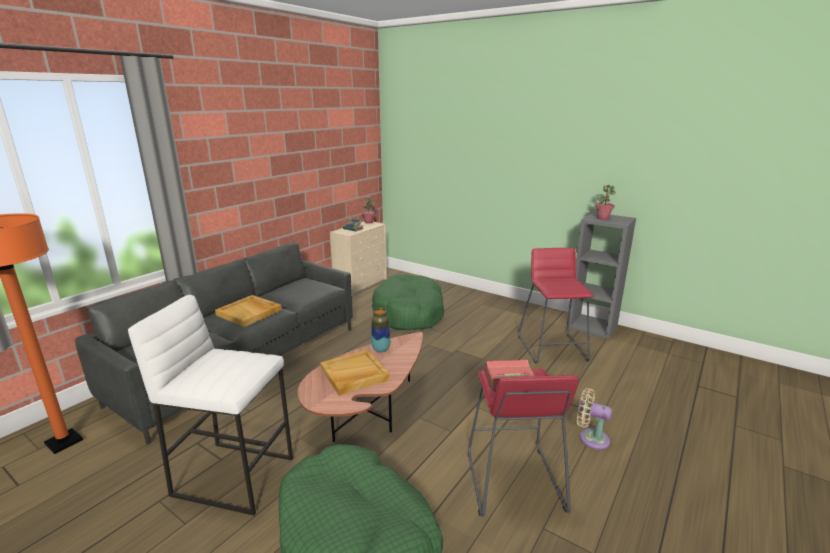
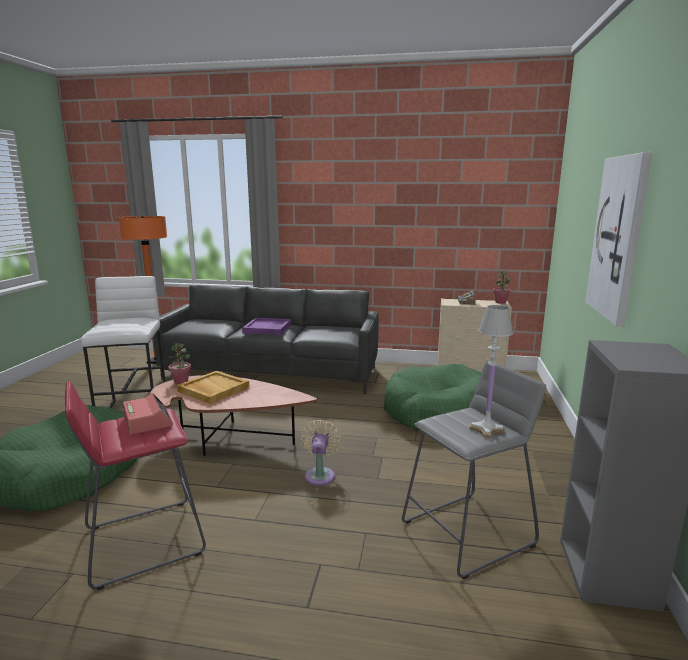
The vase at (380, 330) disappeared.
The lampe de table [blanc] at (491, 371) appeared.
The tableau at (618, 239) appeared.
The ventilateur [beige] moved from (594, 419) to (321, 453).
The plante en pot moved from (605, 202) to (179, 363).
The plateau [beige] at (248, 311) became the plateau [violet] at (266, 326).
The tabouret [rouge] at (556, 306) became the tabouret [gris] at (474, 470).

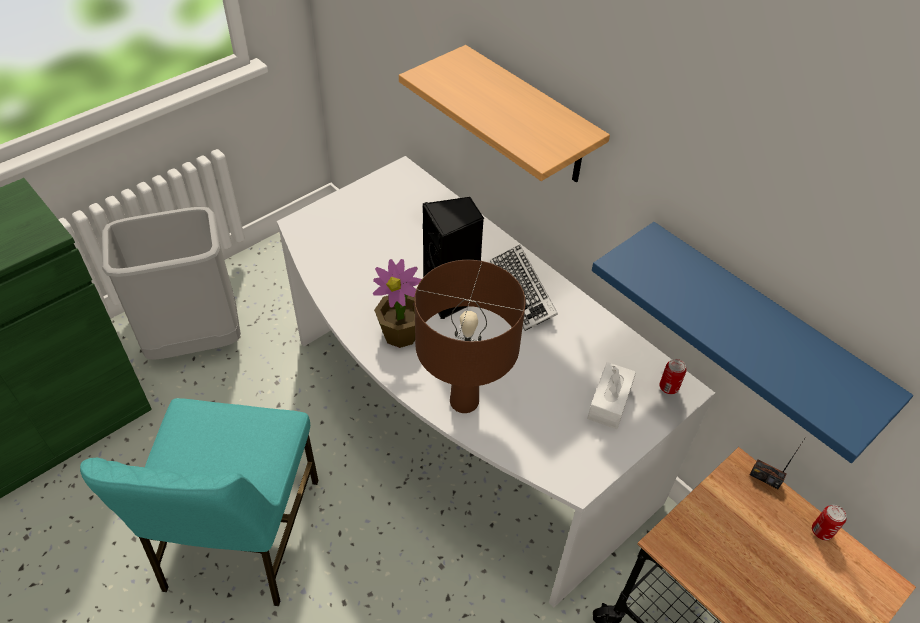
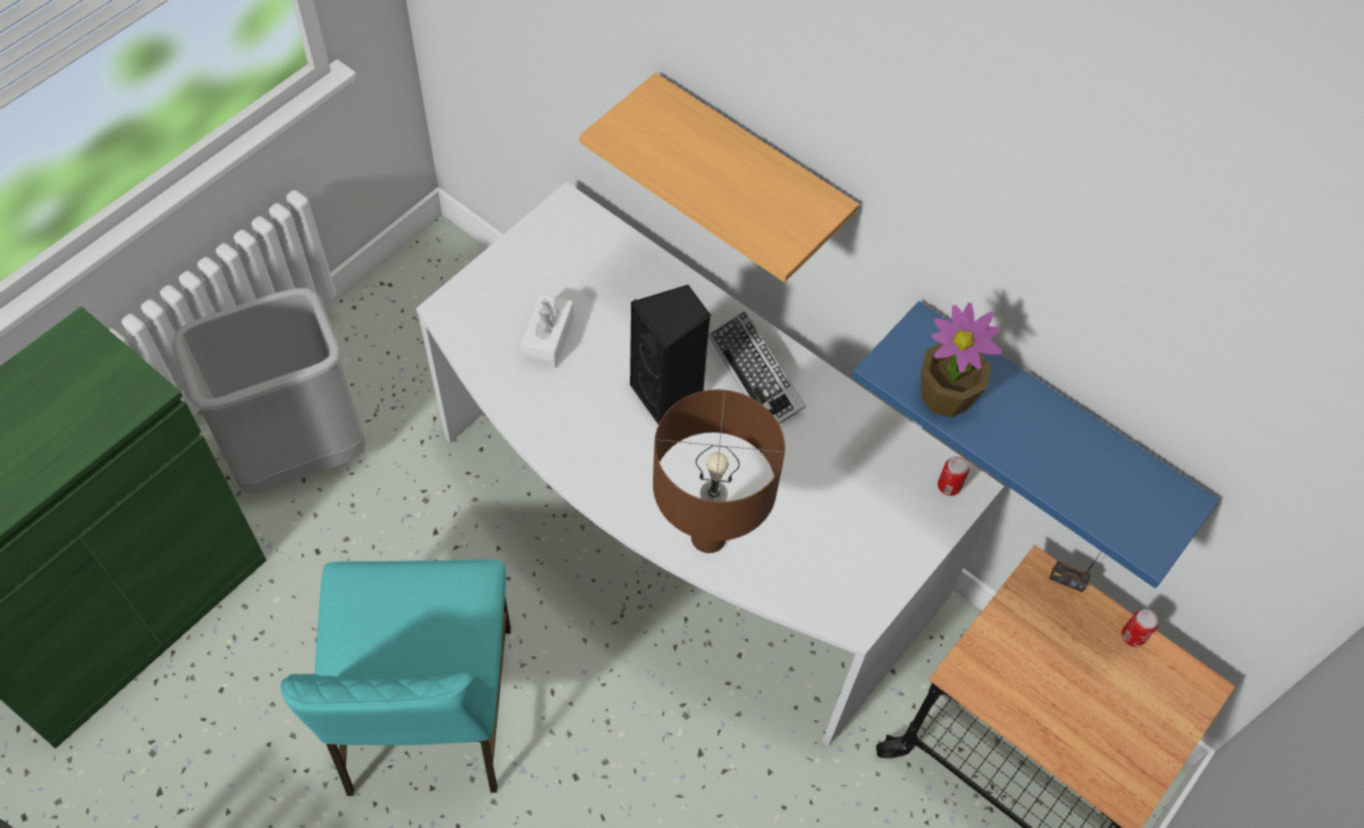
The plante en pot moved from (397, 303) to (961, 360).
The boîte à mouchoirs [blanc] moved from (611, 395) to (547, 331).

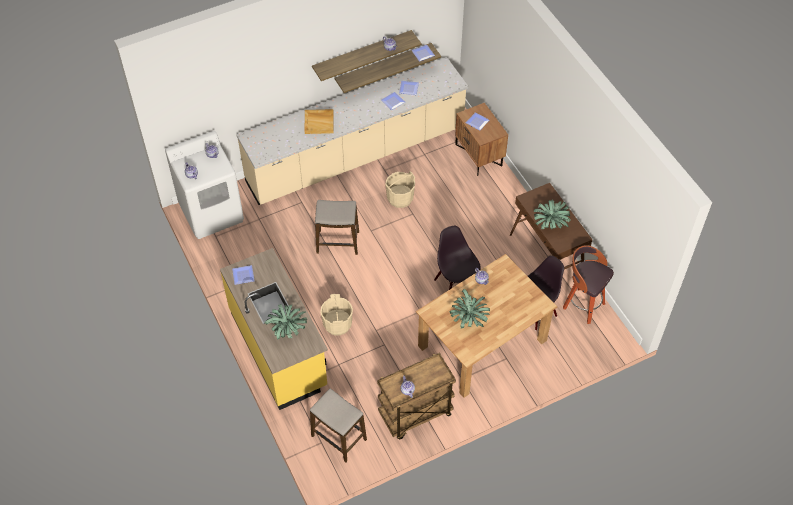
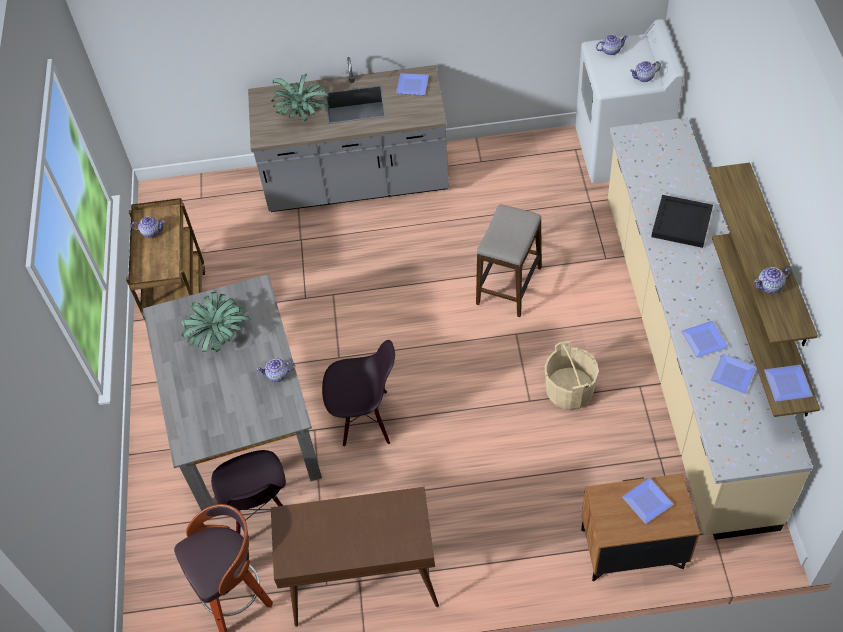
The tabouret at (338, 425) disappeared.
The seau [beige] at (336, 314) disappeared.
The plante en pot at (552, 214) disappeared.
The comptoir de cuisine [jaune] at (274, 329) became the comptoir de cuisine [gris] at (348, 134).
The plateau [beige] at (319, 121) became the plateau [noir] at (682, 221).
The table à manger [marron] at (486, 326) became the table à manger [gris] at (232, 392).

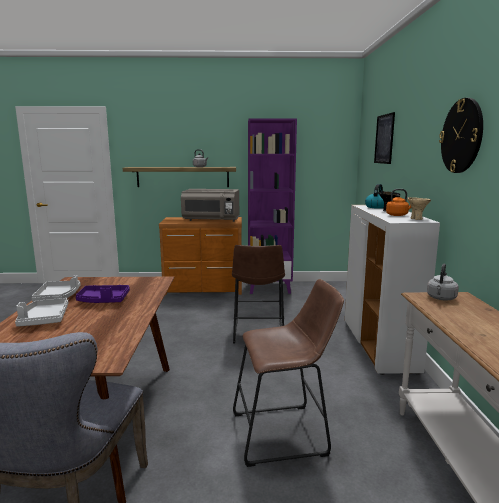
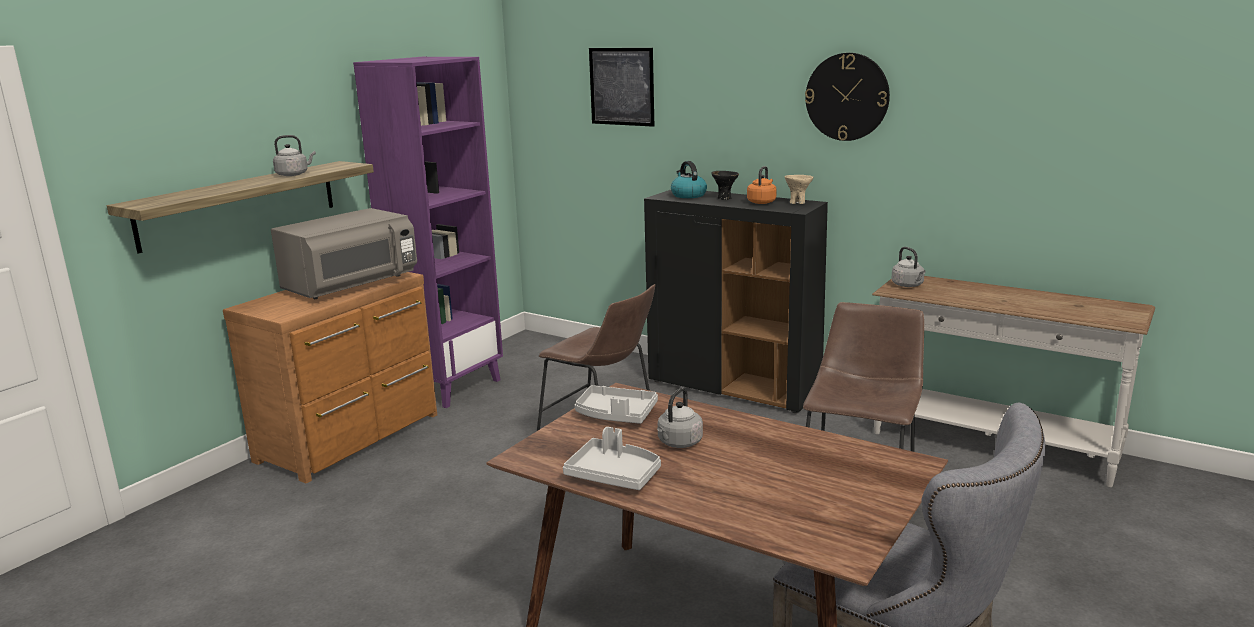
The plateau [gris] moved from (41, 312) to (616, 404).
The plateau [violet] at (103, 294) was replaced by the bouilloire [gris] at (680, 418).
The meuble de rangement [blanc] at (392, 290) became the meuble de rangement [noir] at (736, 301).

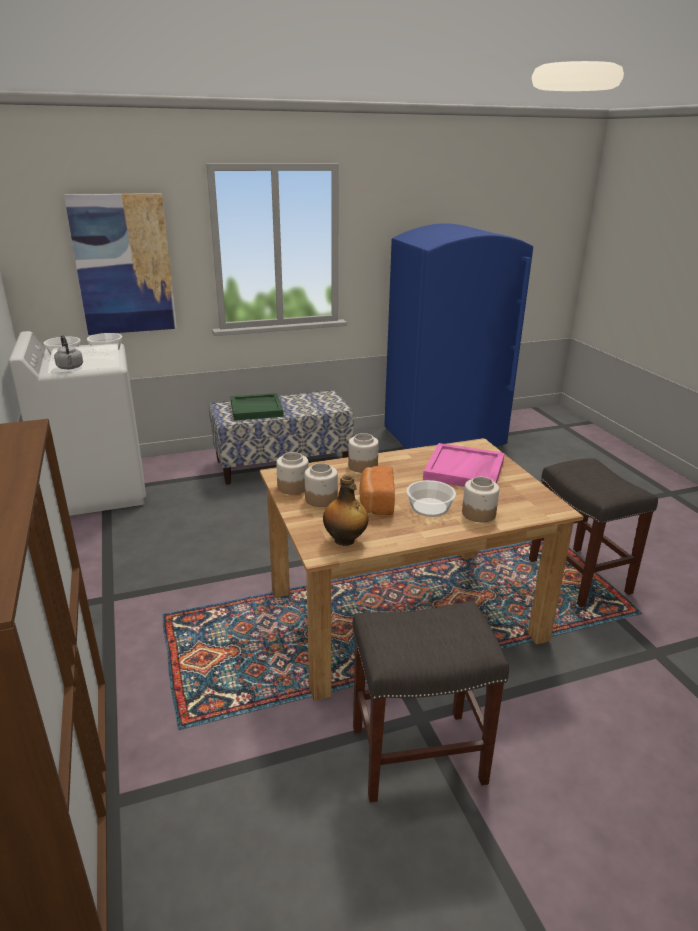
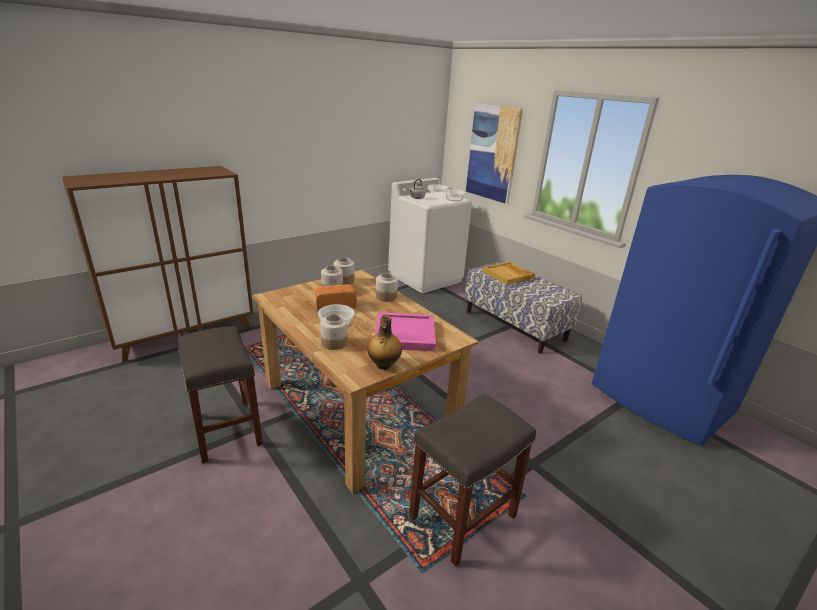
The bouteille moved from (345, 510) to (384, 343).
The plateau [vert] at (257, 406) became the plateau [beige] at (508, 273).

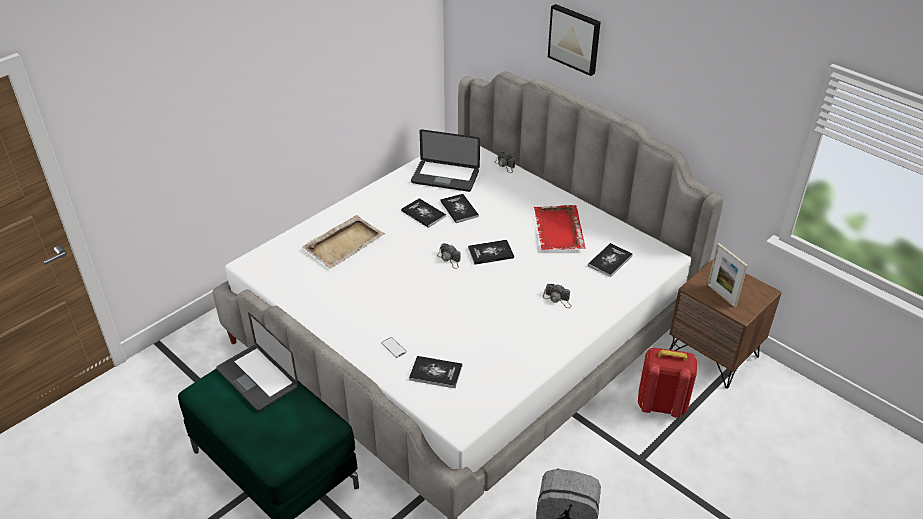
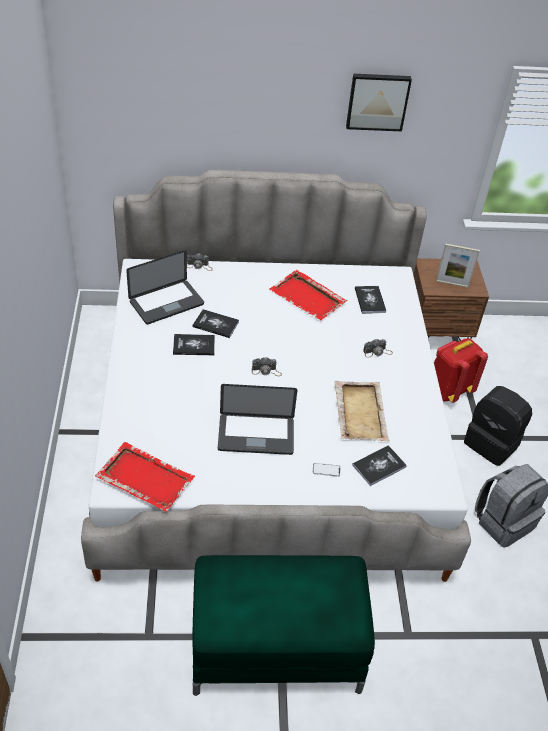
The livre at (491, 252) disappeared.
The plateau [rouge] at (145, 477) appeared.
The sac à dos [noir] at (498, 426) appeared.
The ordinateur portable moved from (257, 362) to (257, 419).
The plateau [beige] moved from (343, 242) to (362, 411).
The tableau moved from (574, 40) to (379, 102).

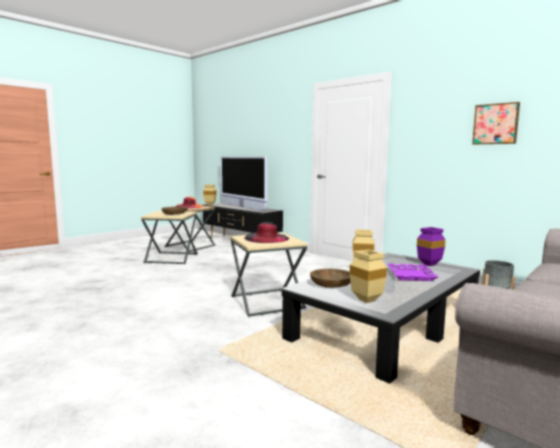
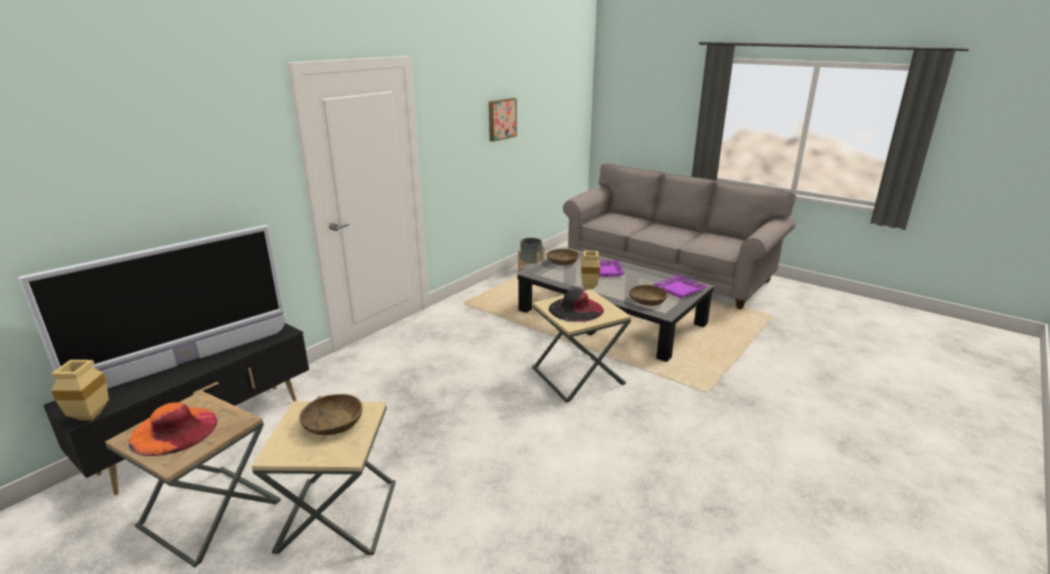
The vase [beige] at (368, 276) was replaced by the plateau [violet] at (680, 286).
The vase [violet] at (431, 246) was replaced by the bol [marron] at (563, 257).

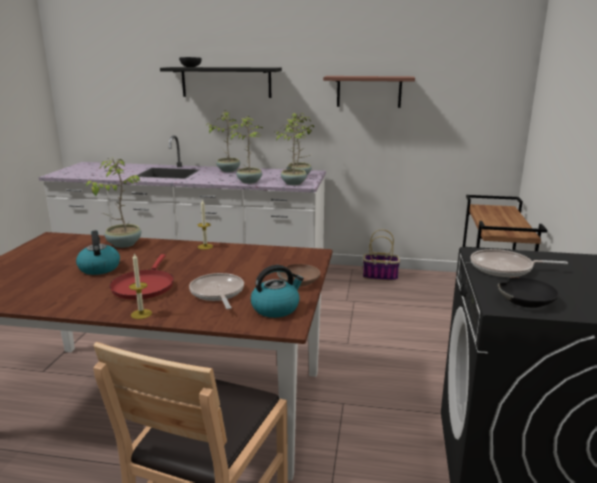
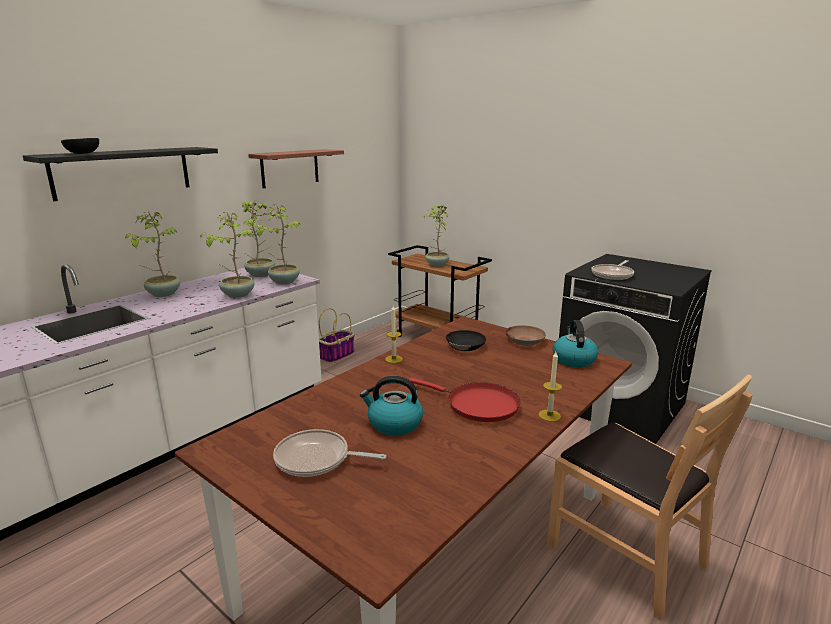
The plante en pot moved from (113, 202) to (435, 236).
The poêle moved from (216, 291) to (329, 453).
The bol [noir] moved from (528, 292) to (466, 340).

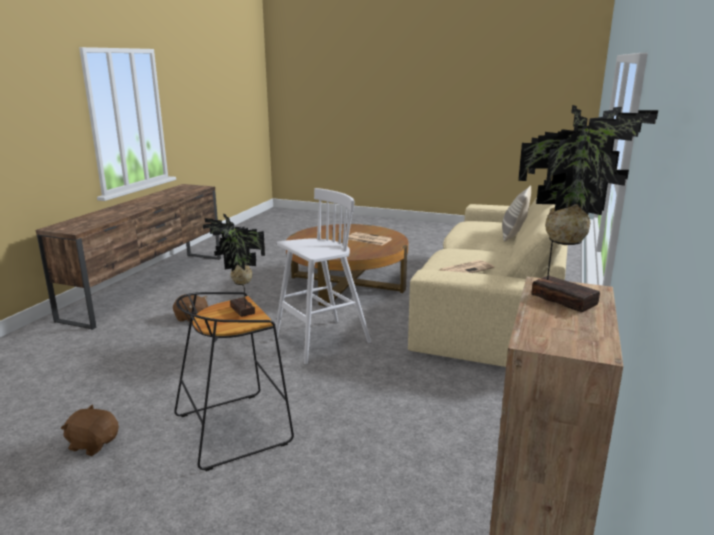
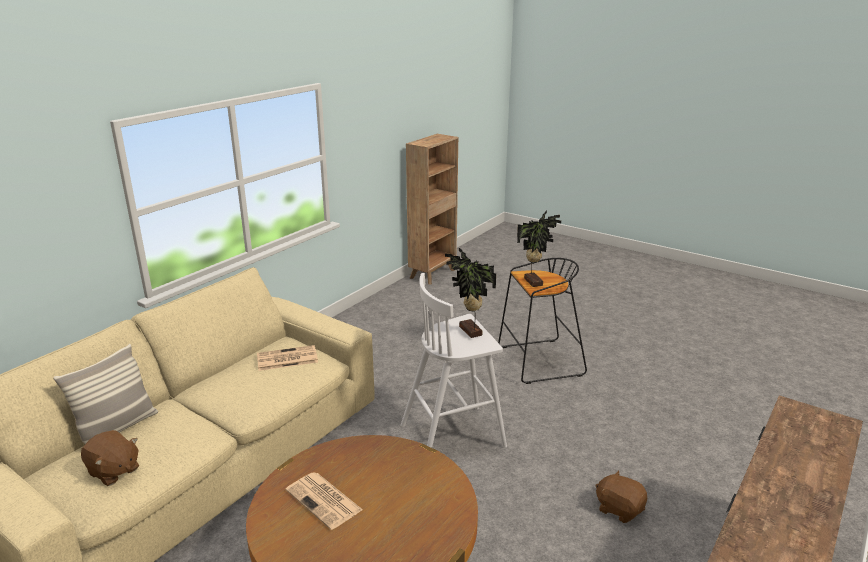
The peluche [marron] moved from (90, 430) to (110, 458).
The plante en pot moved from (588, 208) to (470, 293).

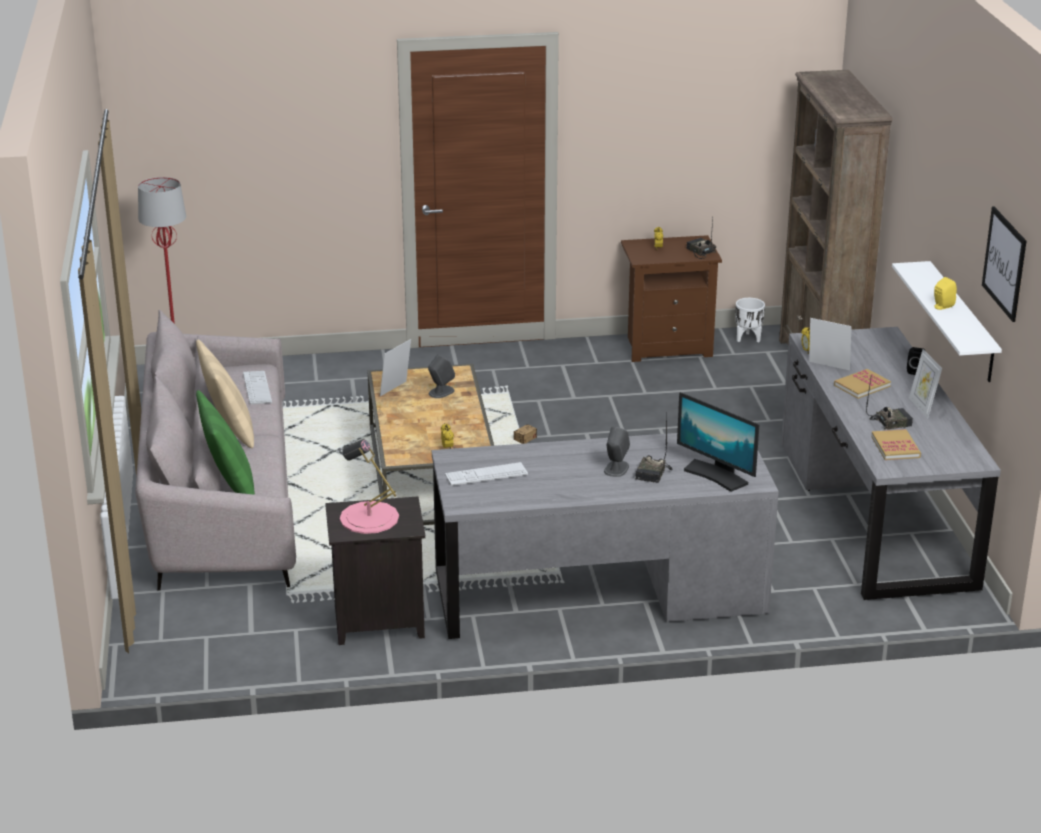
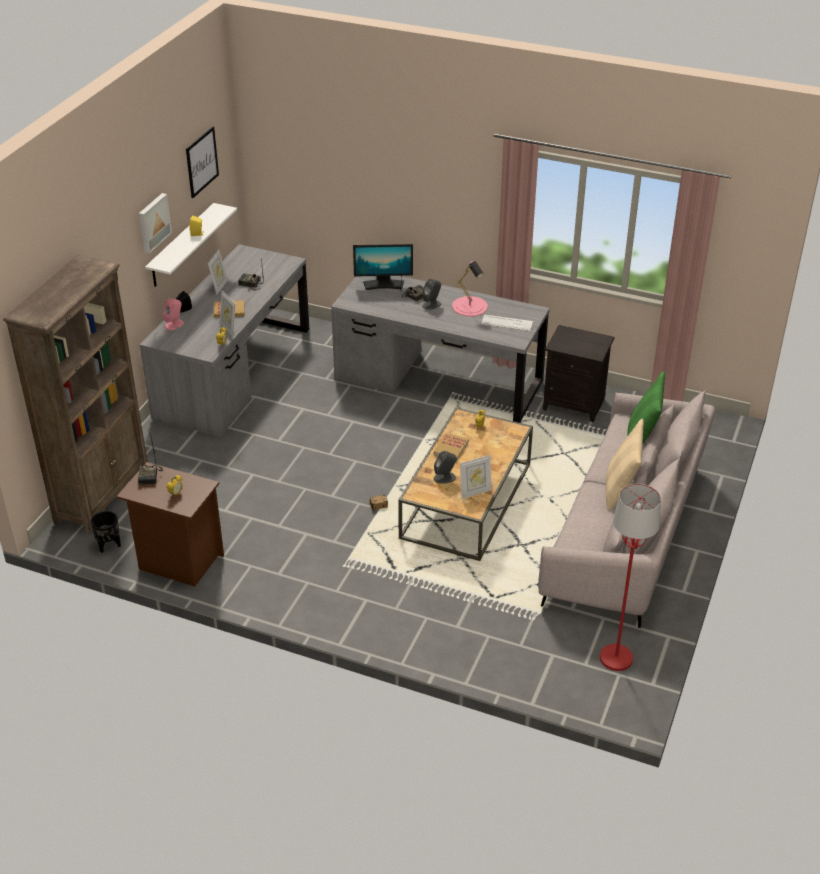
The clavier at (257, 387) disappeared.
The tableau at (155, 223) appeared.
The enceinte [rose] at (173, 314) appeared.
The lampe de table [rose] moved from (369, 486) to (470, 289).
The livre moved from (896, 444) to (451, 446).
The cache-pot [blanc] at (750, 320) became the cache-pot [noir] at (106, 532).
The écran d'ordinateur at (718, 442) turned 105 degrees clockwise.

